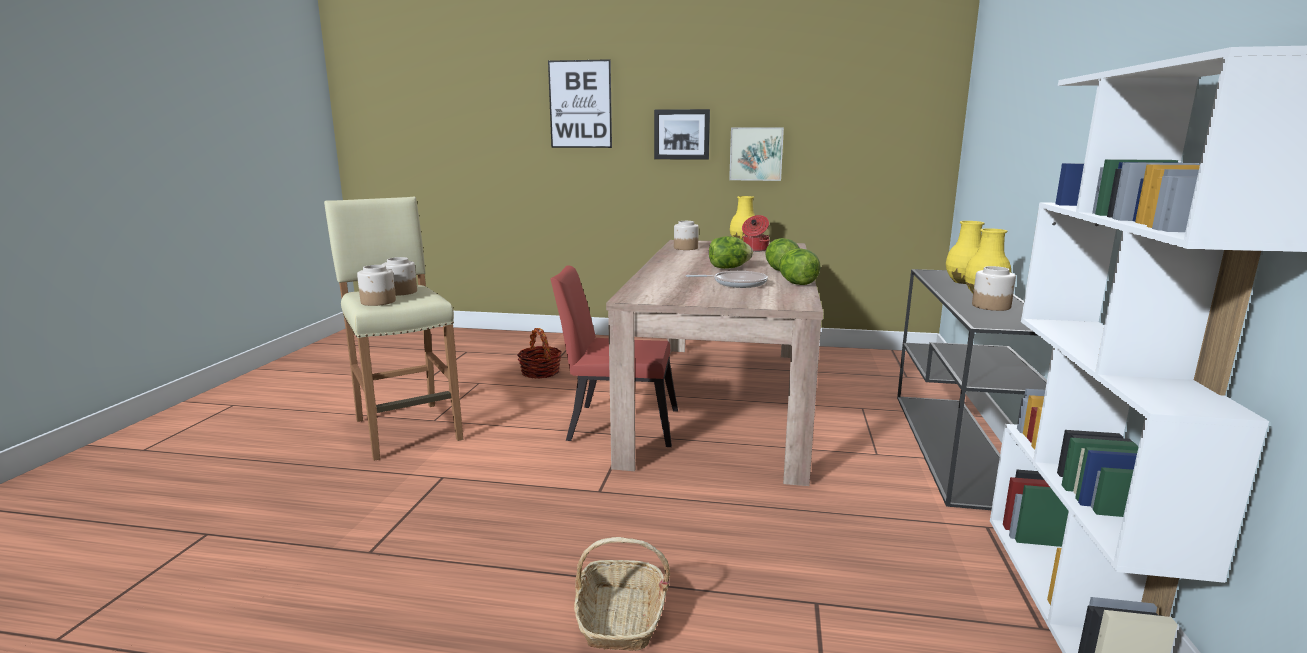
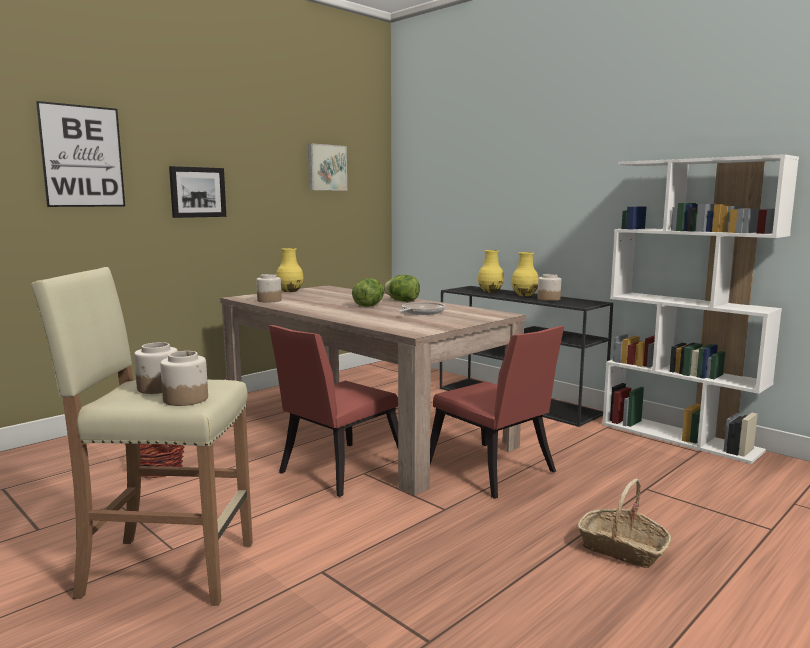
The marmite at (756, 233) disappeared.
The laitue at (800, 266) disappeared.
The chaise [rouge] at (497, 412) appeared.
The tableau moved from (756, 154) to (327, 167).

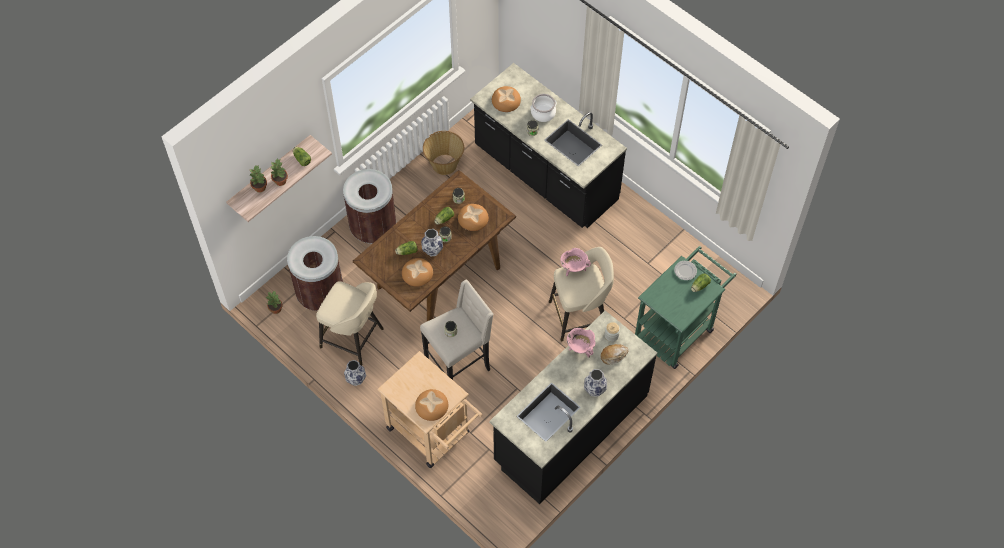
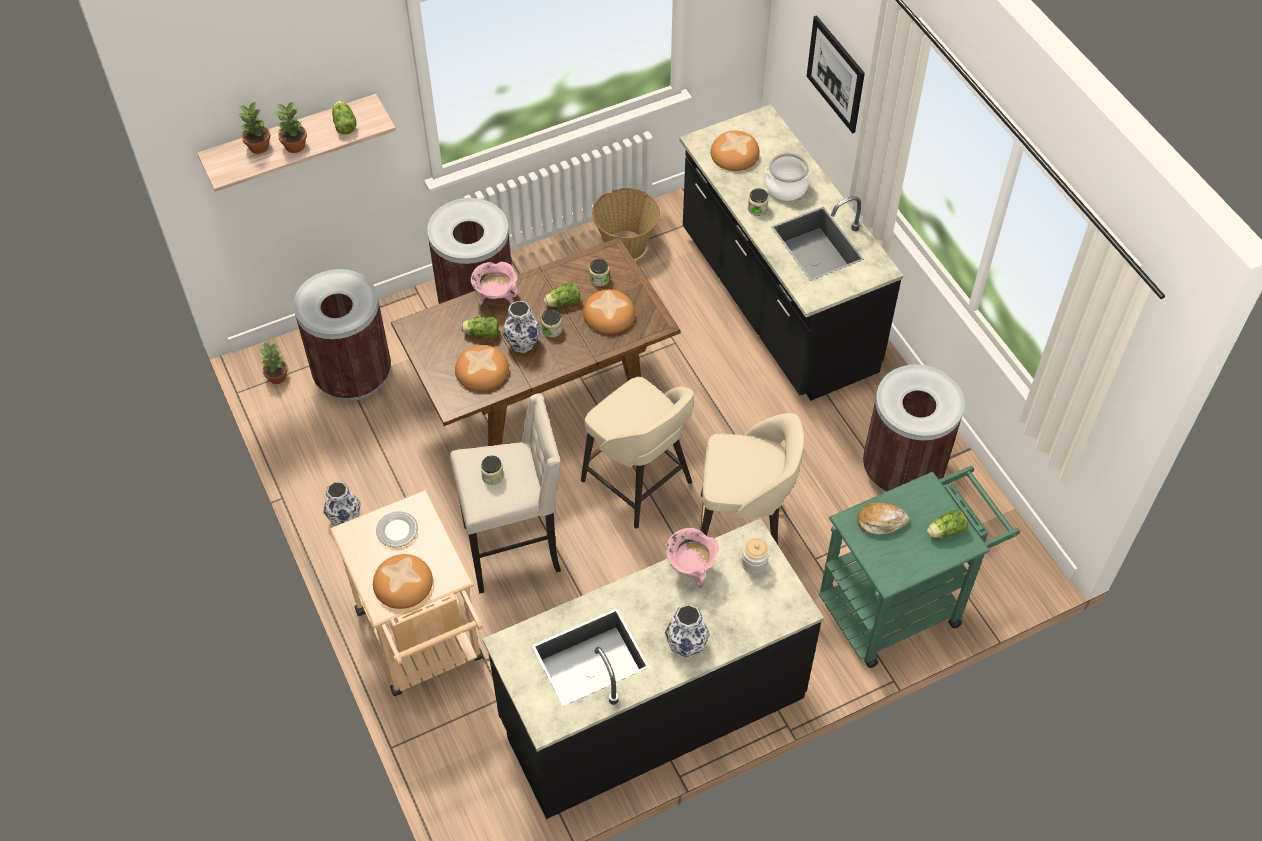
The tableau at (836, 74) appeared.
The poubelle [marron] at (914, 428) appeared.
The tabouret [beige] moved from (350, 323) to (637, 453).
The marmite [rose] moved from (575, 262) to (495, 283).
The pain moved from (615, 354) to (883, 518).
The assiette moved from (685, 270) to (397, 529).

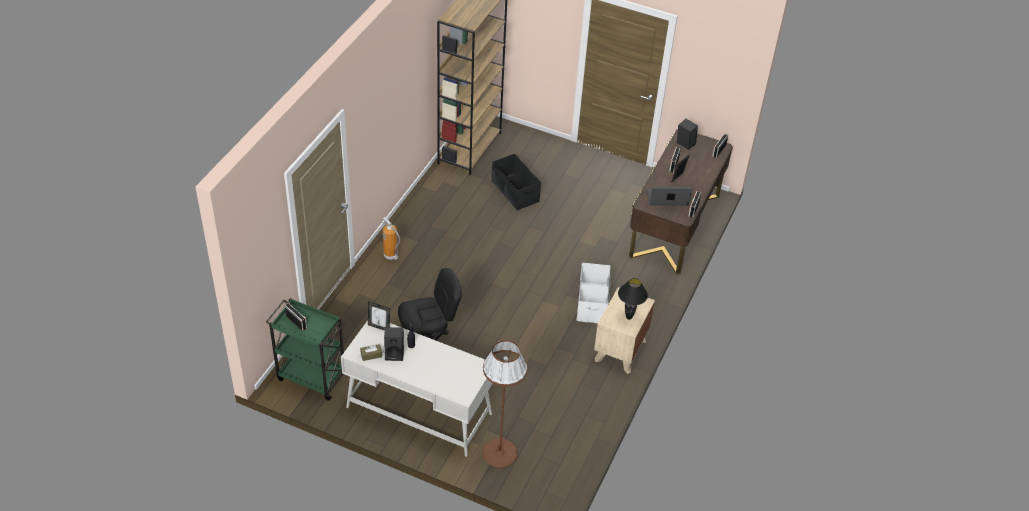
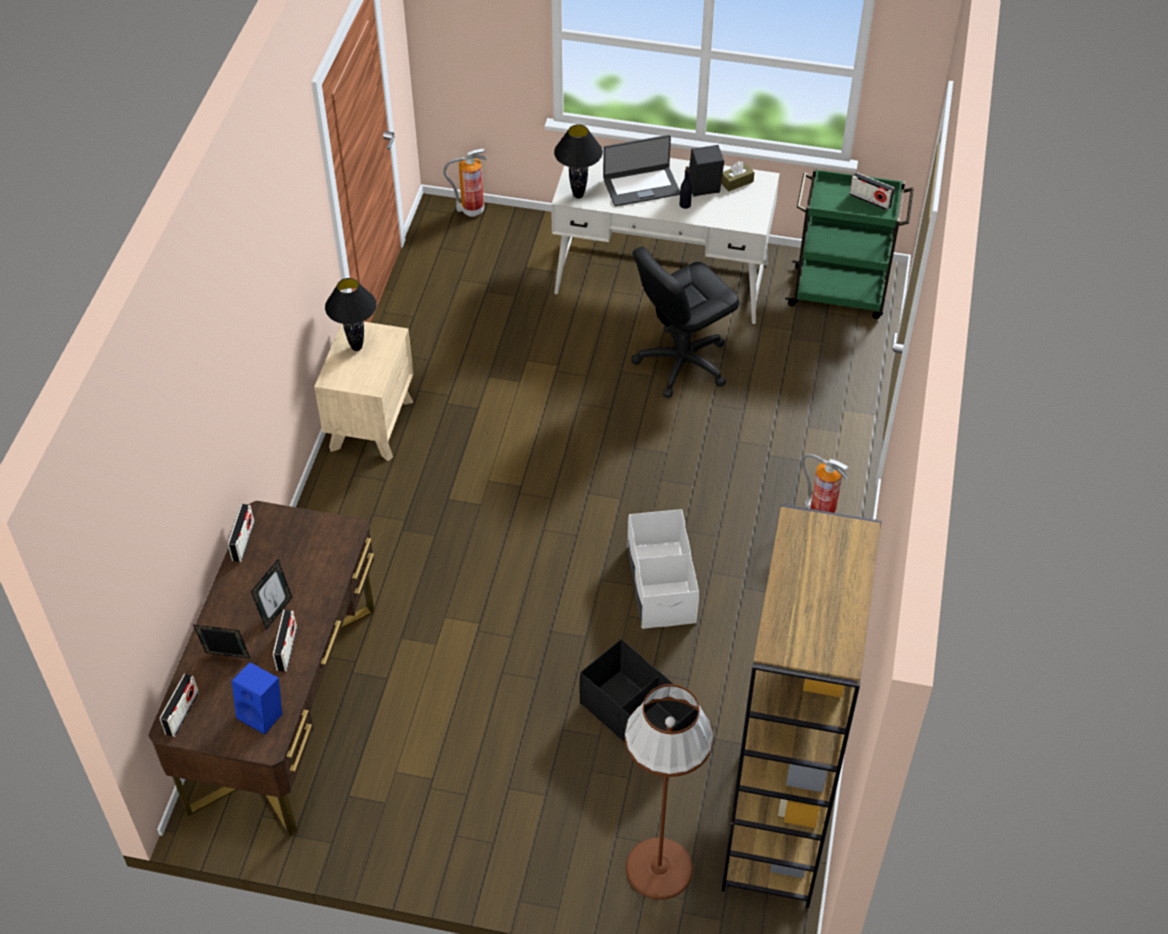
The extincteur at (465, 182) appeared.
The lampe de table [noir] at (578, 161) appeared.
The cadre photo moved from (379, 316) to (222, 642).
The lampadaire [marron] moved from (505, 404) to (669, 792).
The boîte de rangement [blanc] moved from (593, 293) to (663, 569).
The ordinateur portable moved from (669, 196) to (641, 171).
The enceinte [noir] at (687, 134) became the enceinte [bleu] at (257, 698).

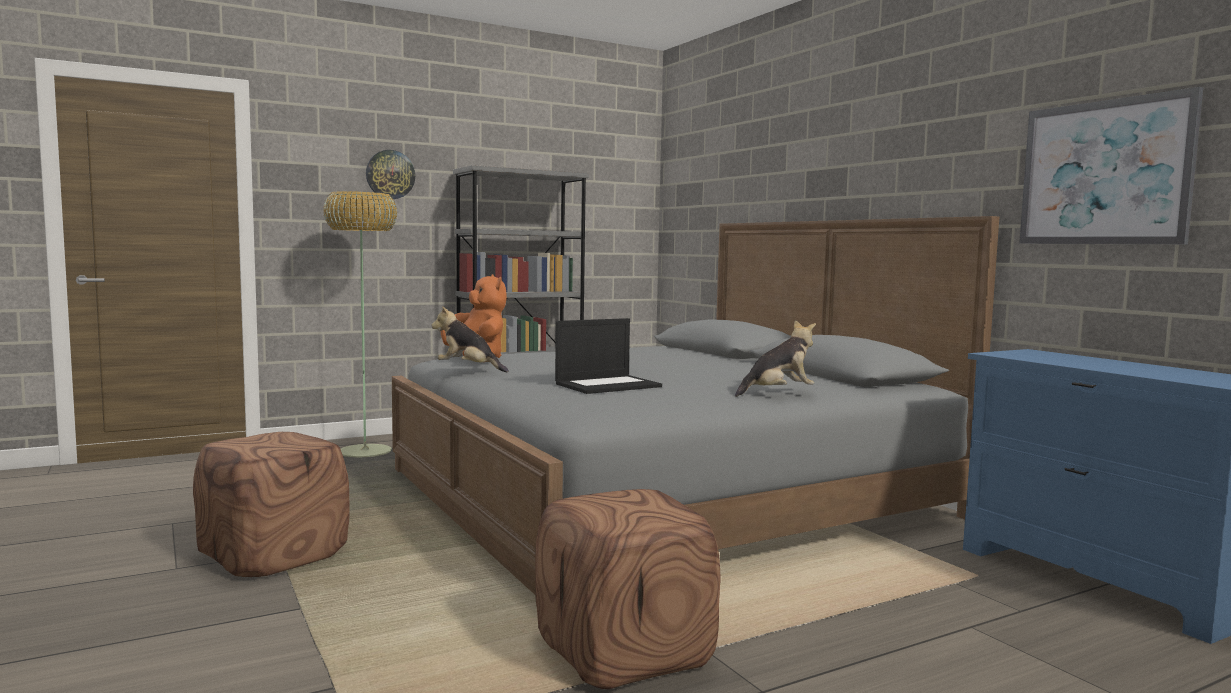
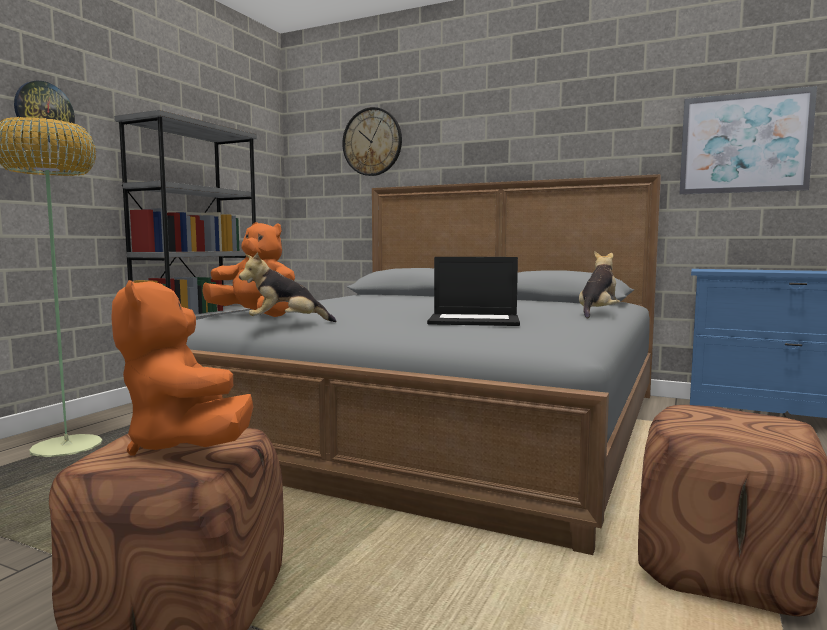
The peluche [orange] at (182, 368) appeared.
The horloge murale at (372, 141) appeared.
The ordinateur portable at (608, 356) turned 75 degrees clockwise.

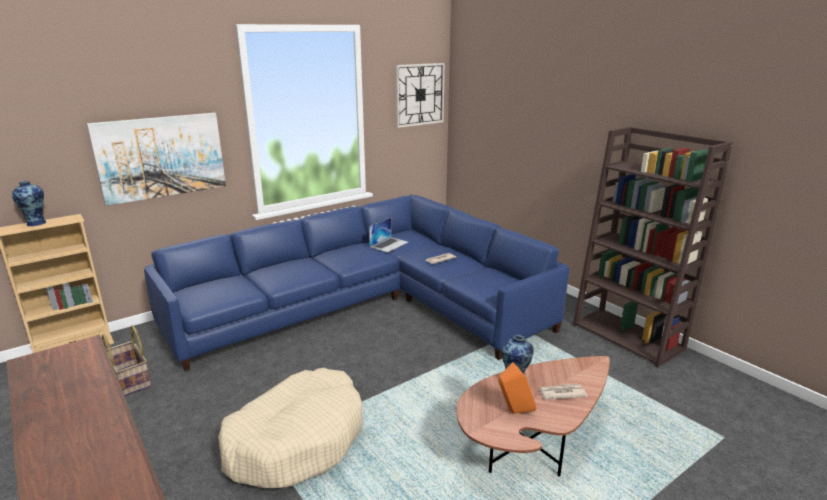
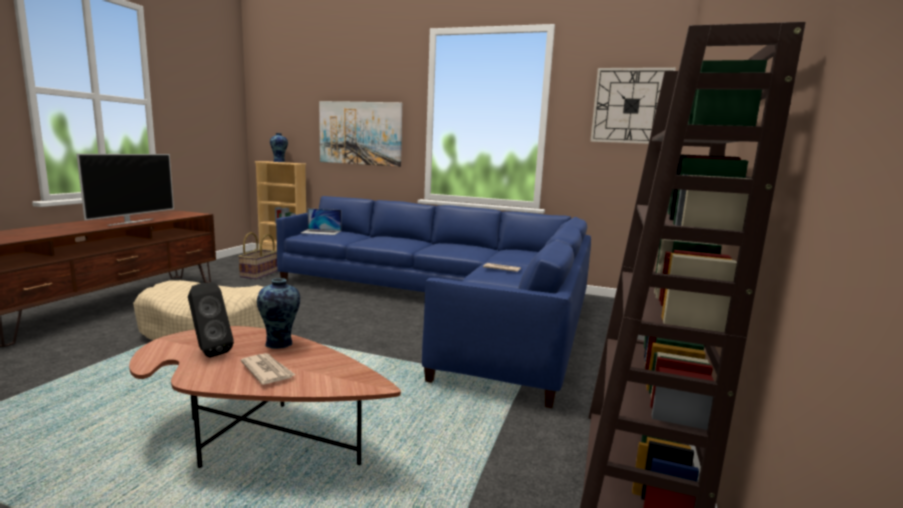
The téléviseur at (125, 190) appeared.
The ordinateur portable moved from (388, 235) to (321, 221).
The enceinte [orange] at (517, 388) became the enceinte [noir] at (211, 320).

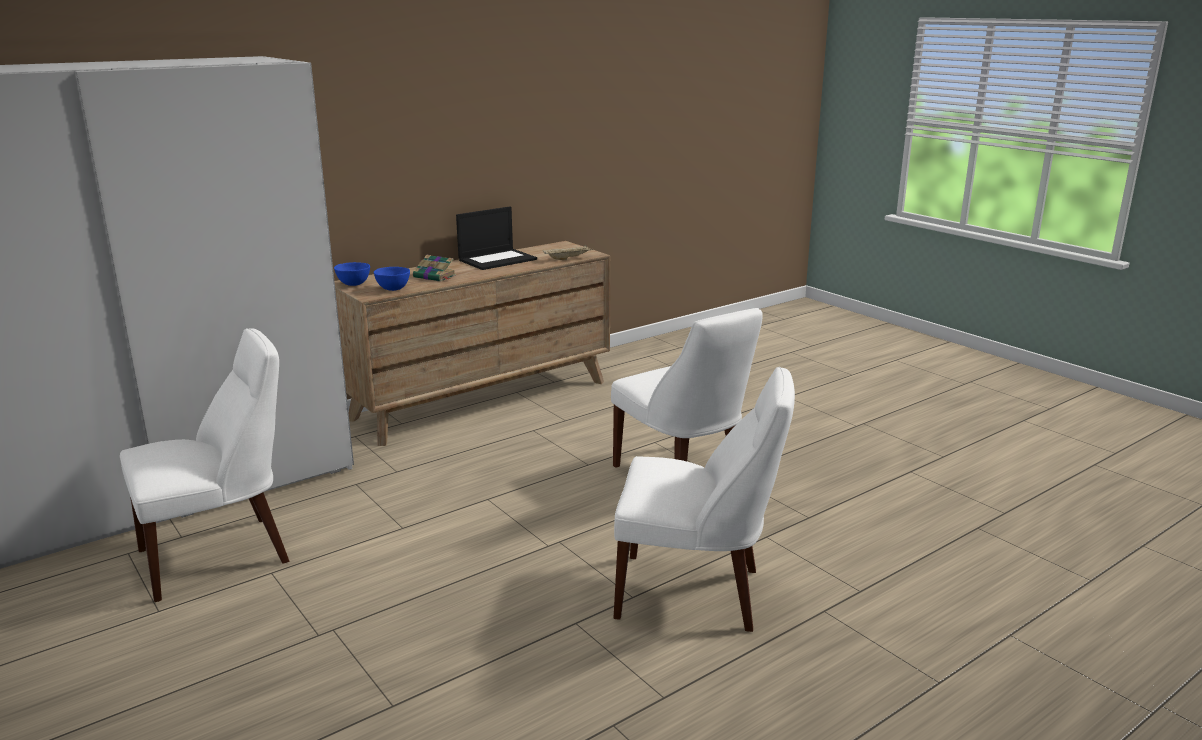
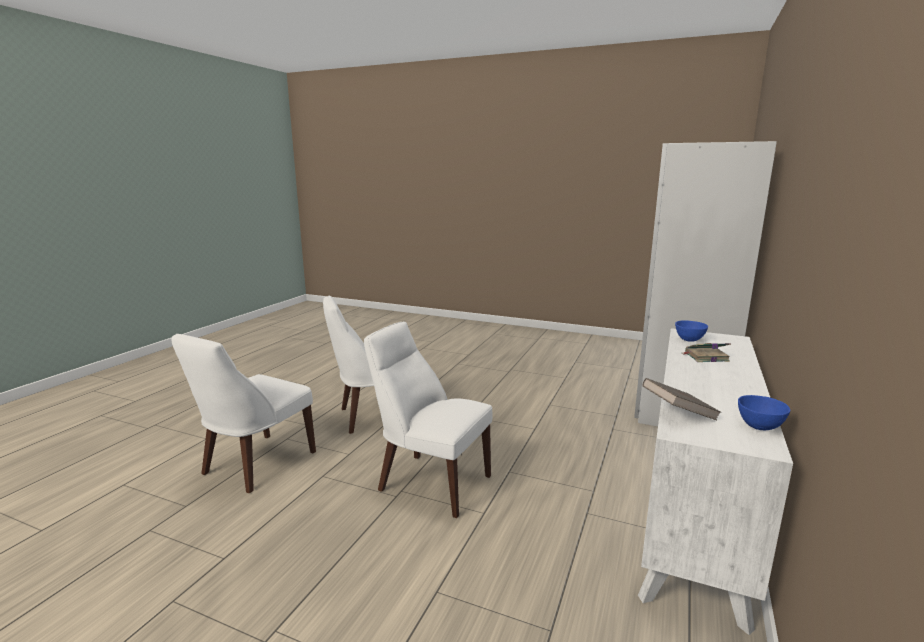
The ordinateur portable at (496, 238) disappeared.
The chaise [blanc] moved from (205, 465) to (243, 413).
The bol [bleu] moved from (352, 274) to (764, 412).
The plateau [beige] at (567, 252) was replaced by the livre [marron] at (681, 399).
The commode [marron] at (472, 343) became the commode [blanc] at (715, 481).

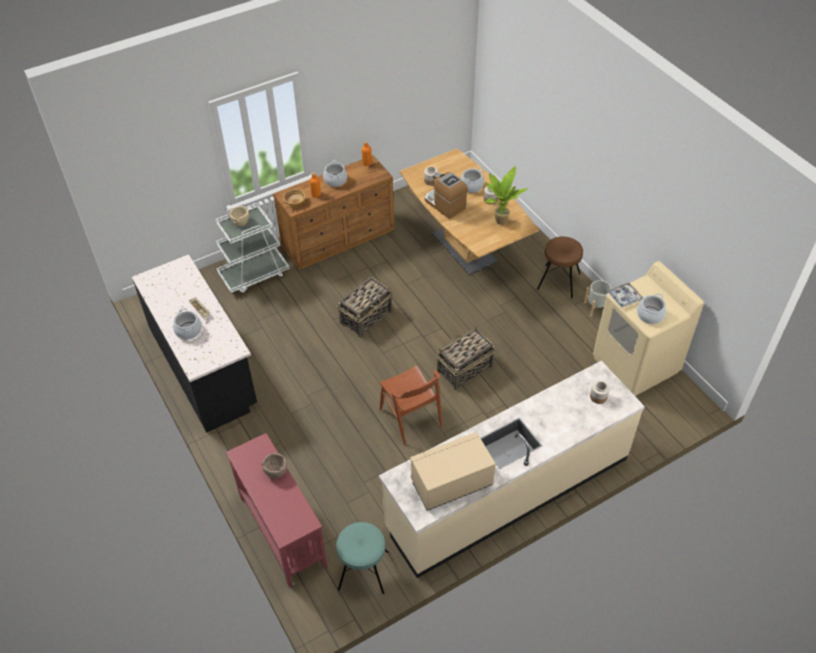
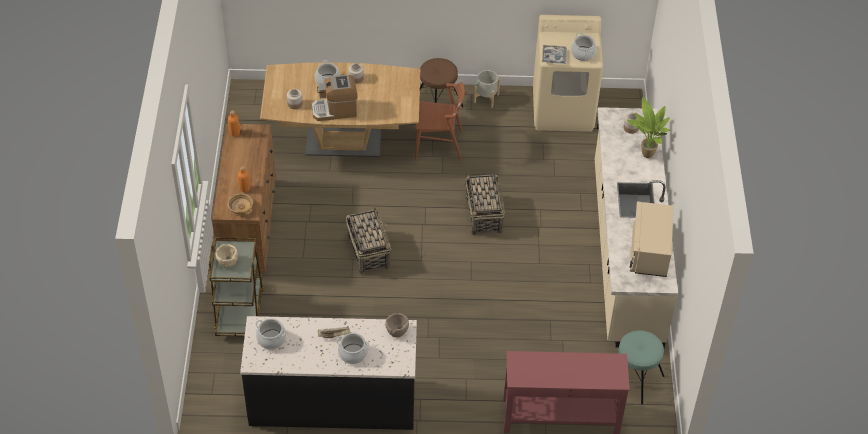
The bol [marron] moved from (274, 465) to (397, 325).
The marmite moved from (335, 173) to (270, 334).
The chaise [marron] moved from (411, 405) to (440, 121).
The plante en pot moved from (506, 195) to (648, 127).
The chariot [blanc] at (252, 248) became the chariot [marron] at (237, 287).

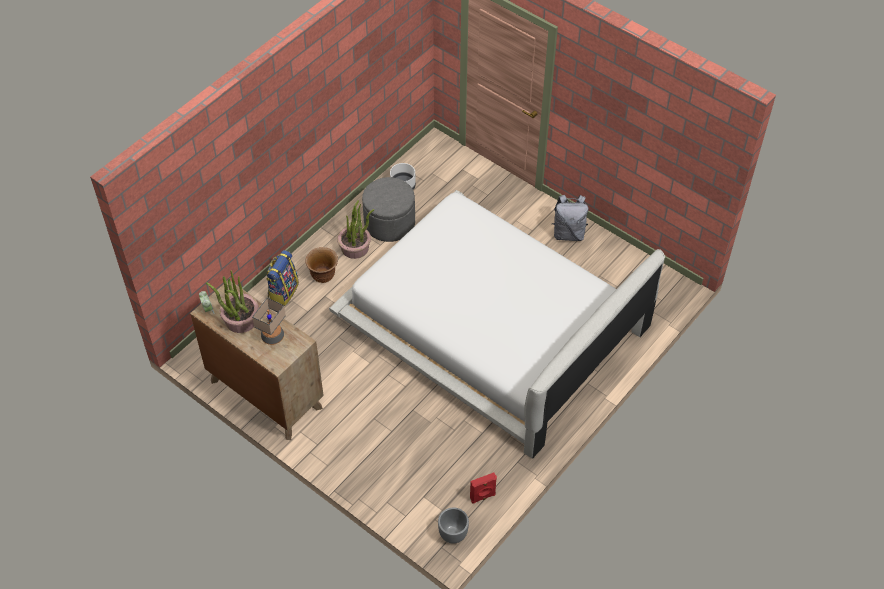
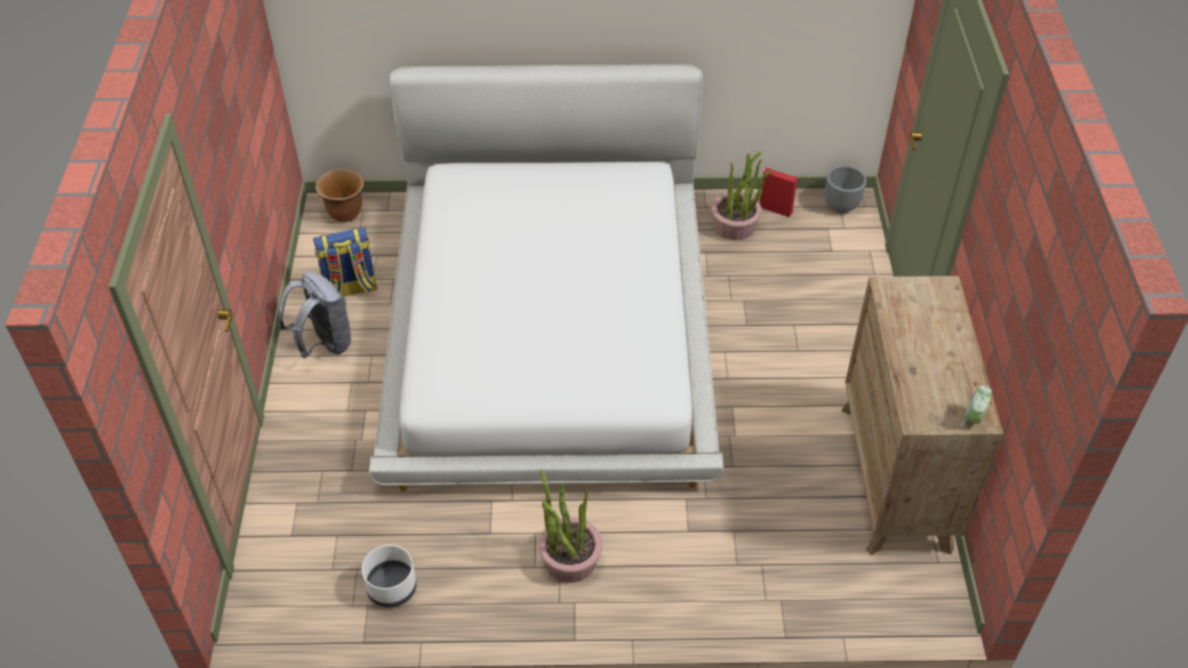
The lampe de table at (269, 321) disappeared.
The pouf [gris] at (388, 209) disappeared.
The plante en pot moved from (232, 302) to (741, 196).
The sac à dos moved from (282, 278) to (345, 261).
The cache-pot [marron] moved from (321, 265) to (339, 195).

